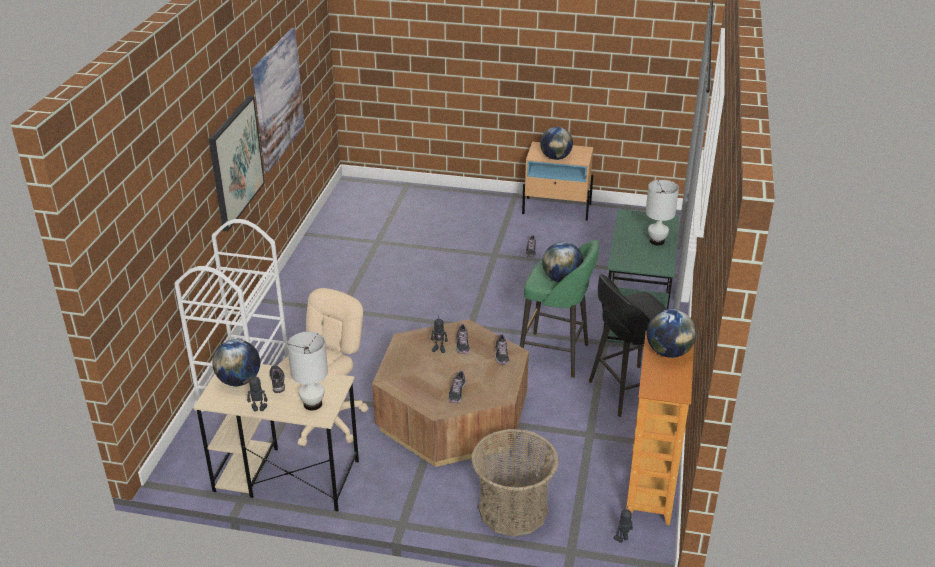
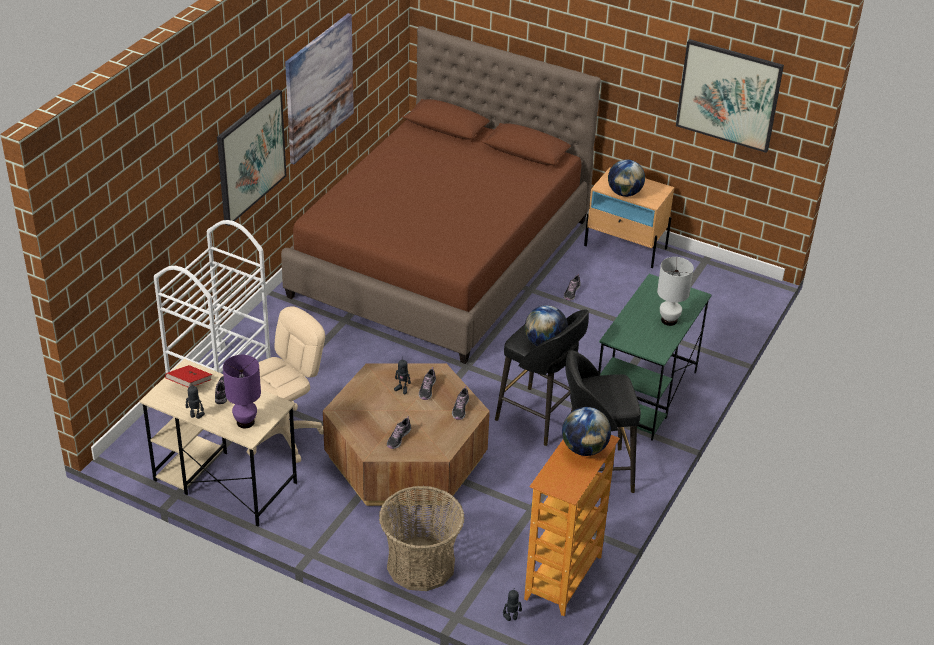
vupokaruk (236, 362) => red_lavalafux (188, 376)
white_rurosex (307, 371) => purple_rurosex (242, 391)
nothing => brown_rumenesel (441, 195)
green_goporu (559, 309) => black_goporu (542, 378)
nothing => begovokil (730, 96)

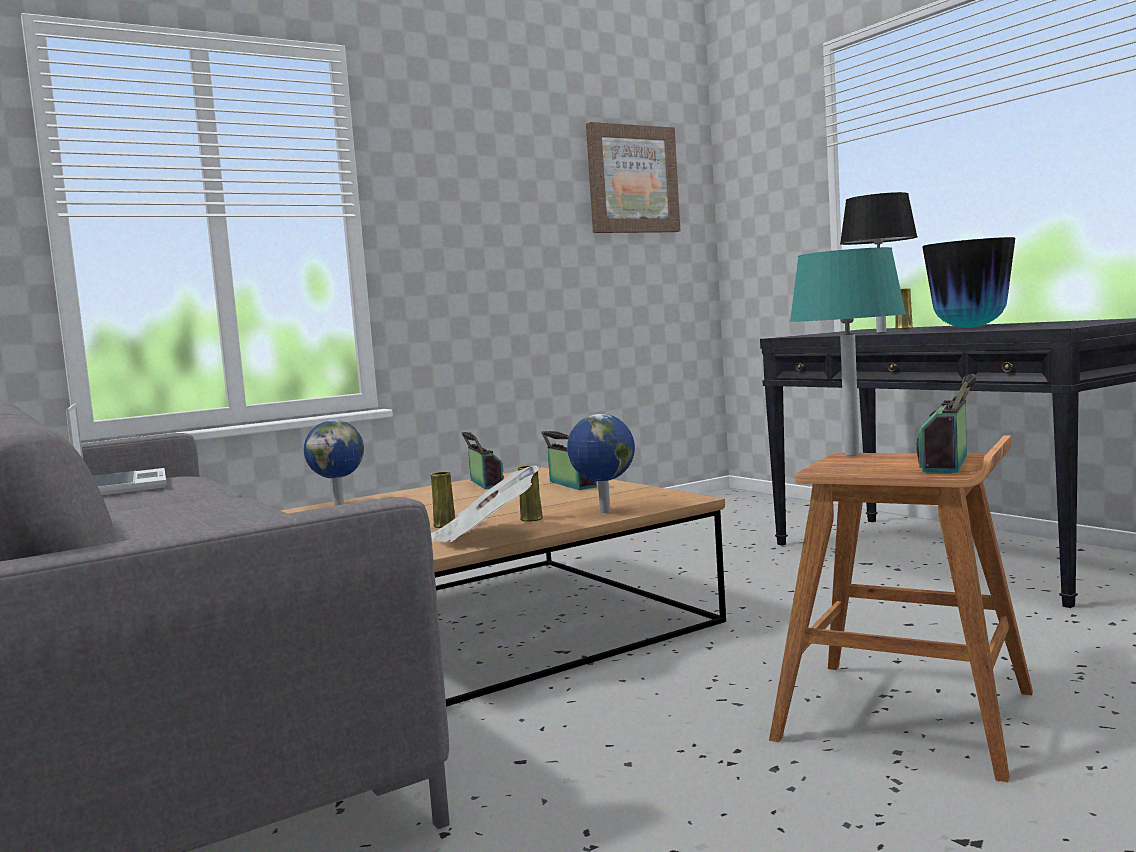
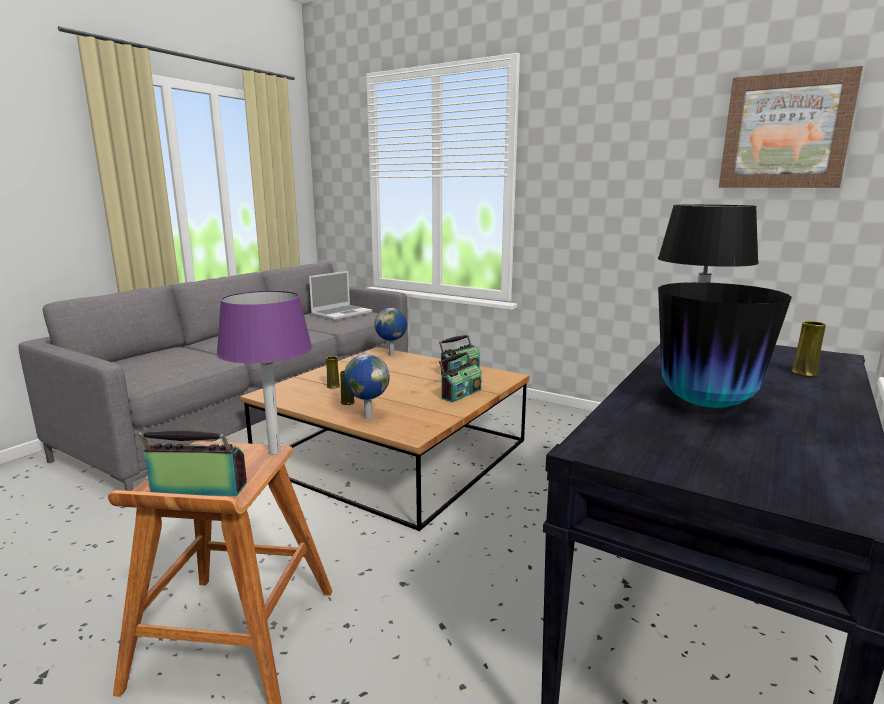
turquoise_rurosex (847, 351) => purple_rurosex (264, 373)
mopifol (485, 504) => nothing

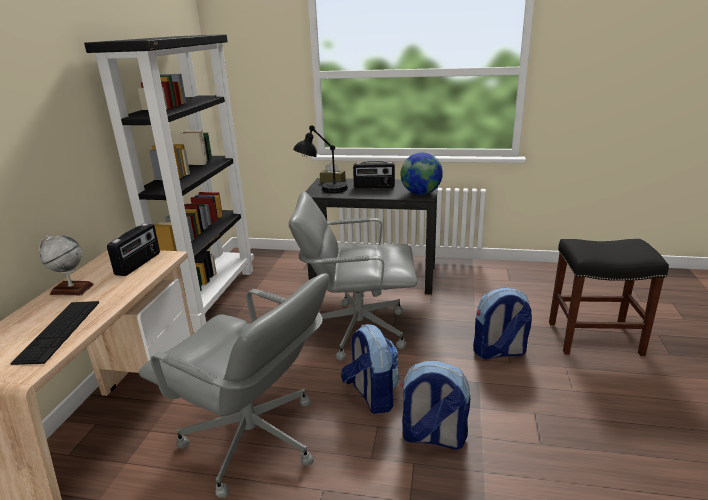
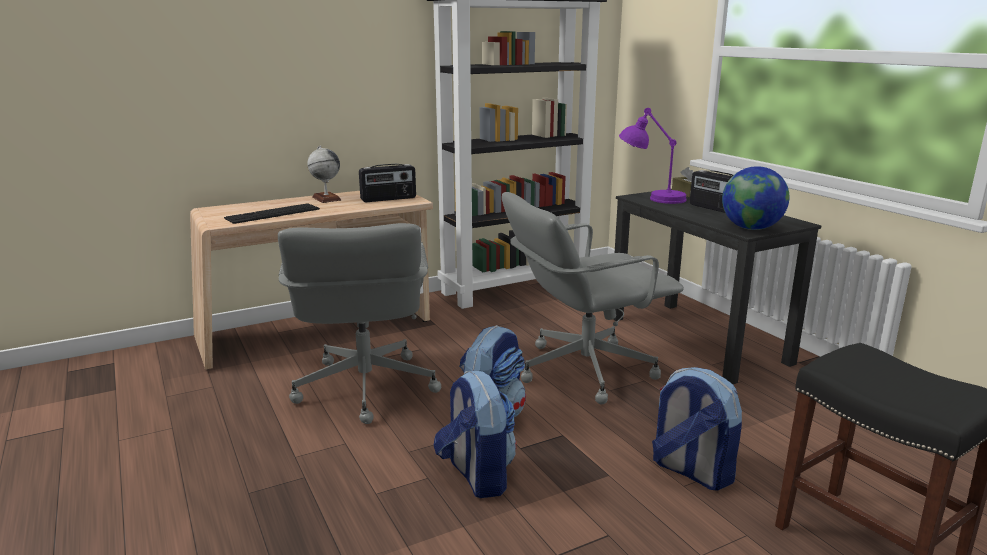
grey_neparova (353, 276) => grey_neparova (593, 298), 75 degrees counterclockwise
black_rurosex (320, 159) => purple_rurosex (653, 156)

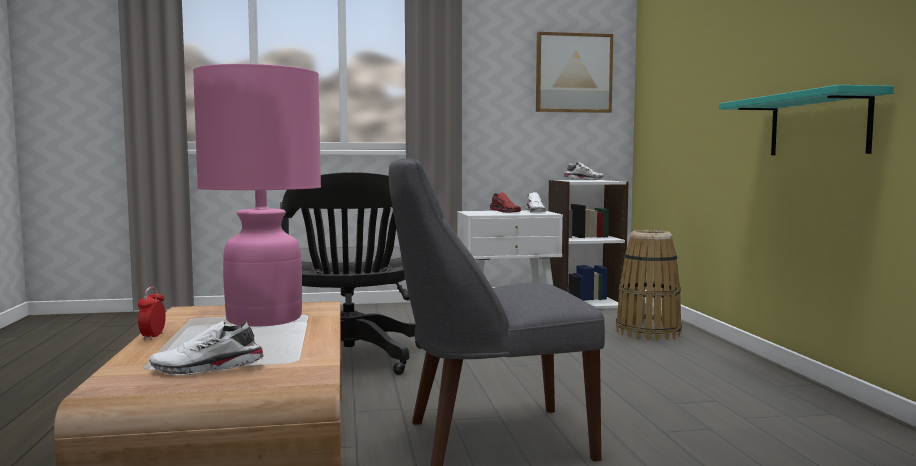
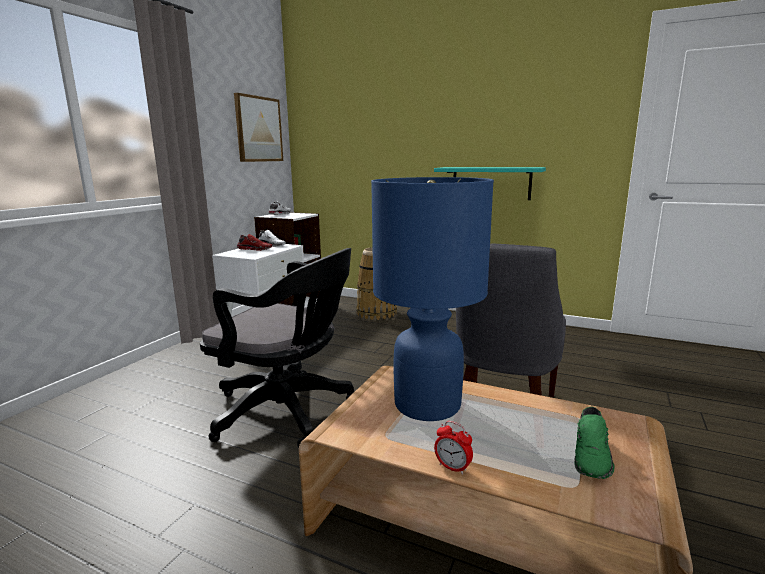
pink_rurosex (257, 195) => blue_rurosex (432, 299)
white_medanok (207, 348) => green_medanok (594, 443)

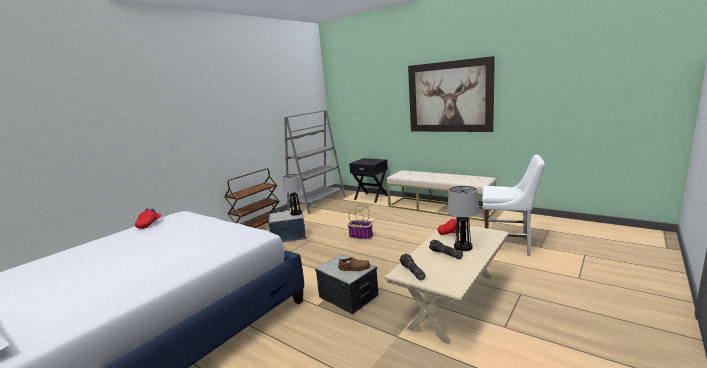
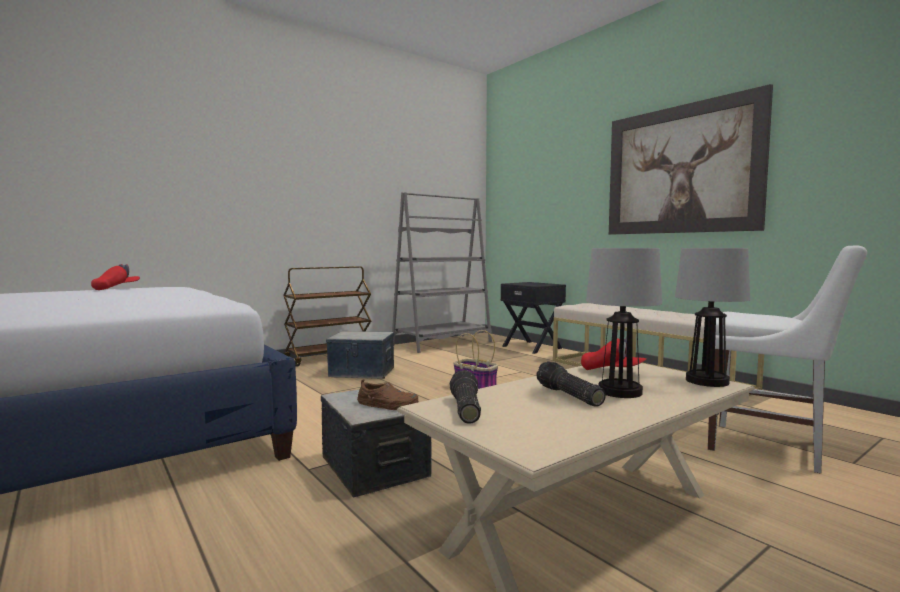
rurosex (292, 195) => rurosex (712, 317), move

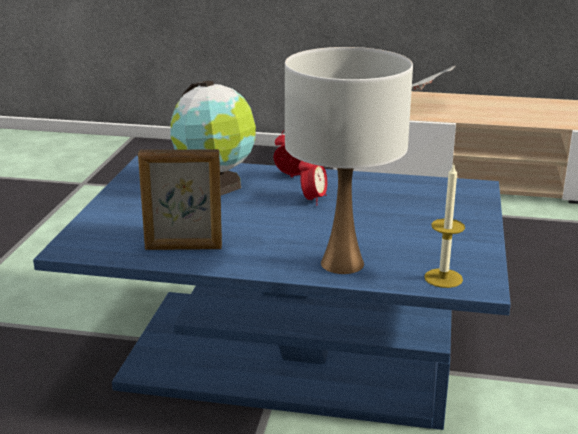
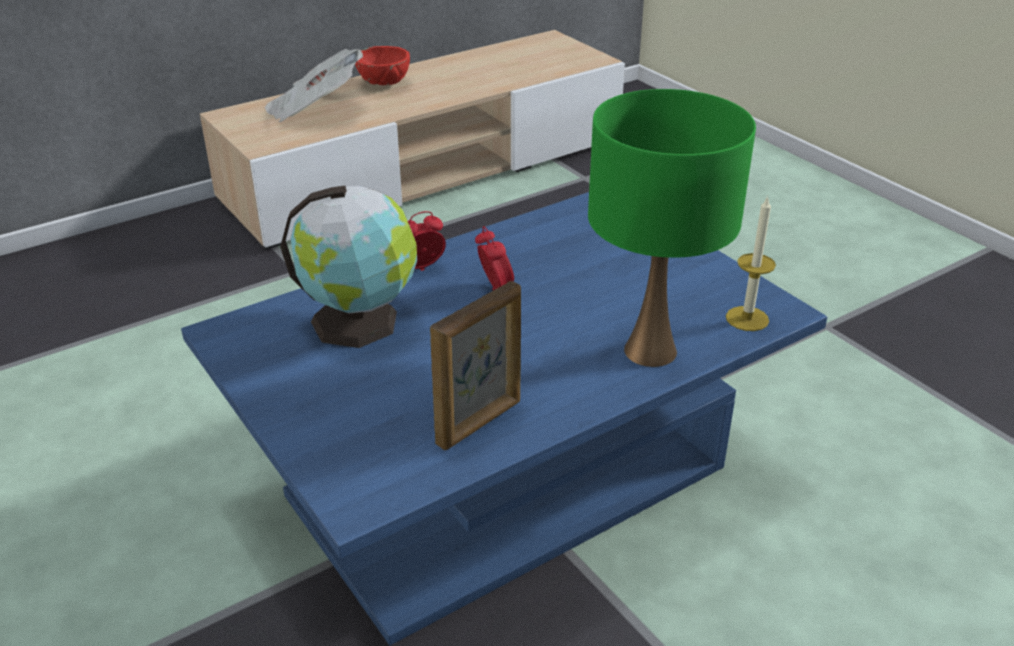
nothing => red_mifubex (382, 65)
white_rurosex (349, 160) => green_rurosex (672, 228)

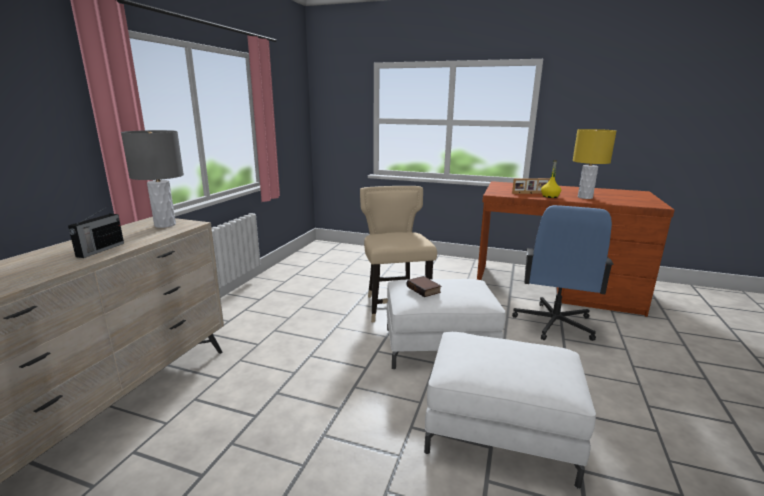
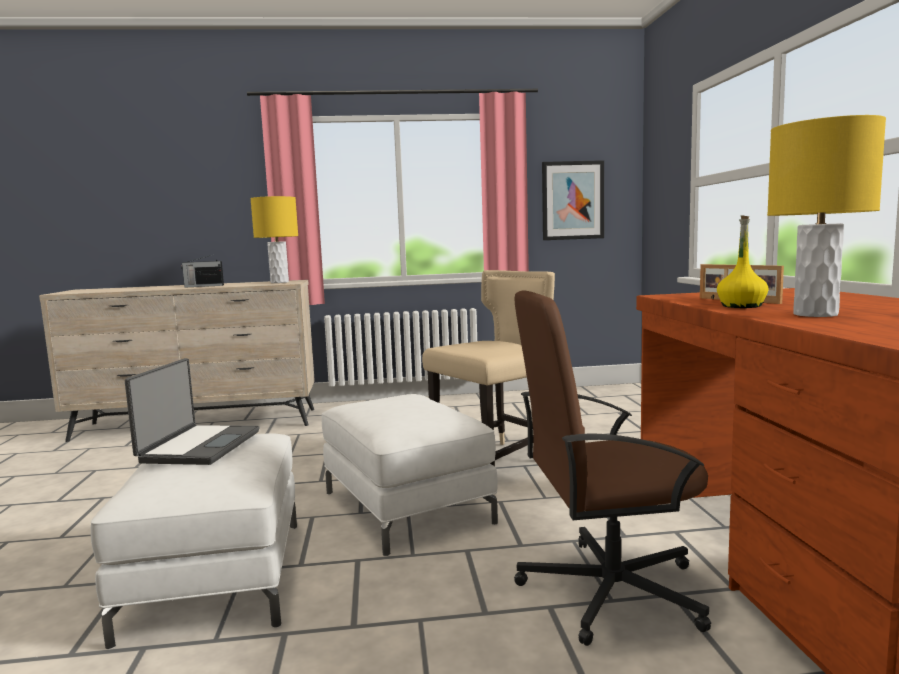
nothing => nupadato (192, 411)
grey_rurosex (152, 179) => yellow_rurosex (274, 239)
blue_neparova (562, 273) => brown_neparova (612, 468)
nothing => begovokil (573, 200)
lavalafux (424, 286) => nothing

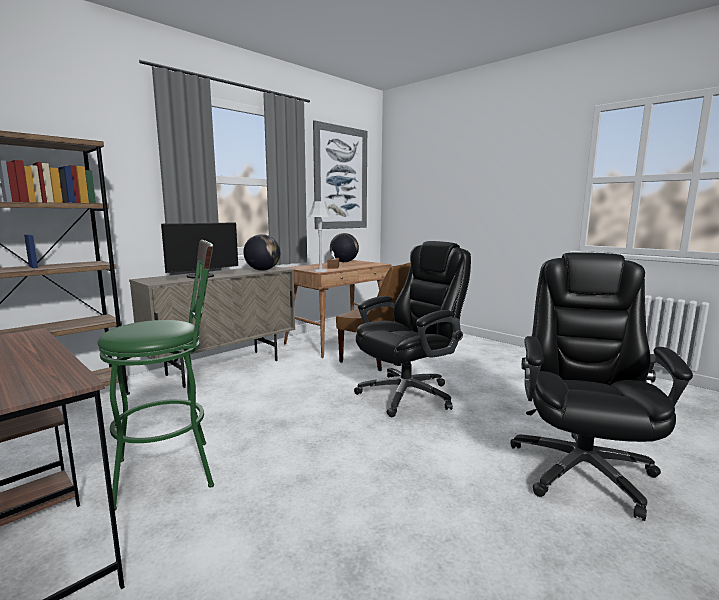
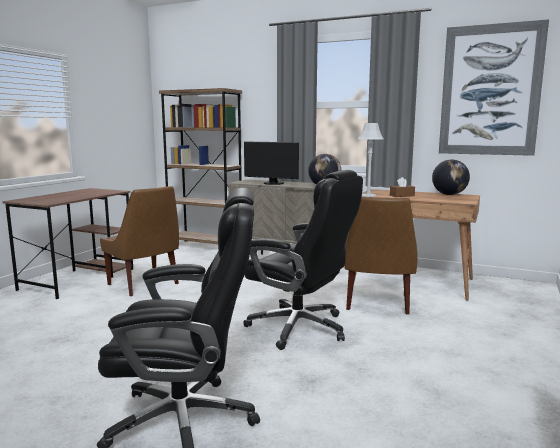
green_goporu (155, 375) => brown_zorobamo (139, 241)

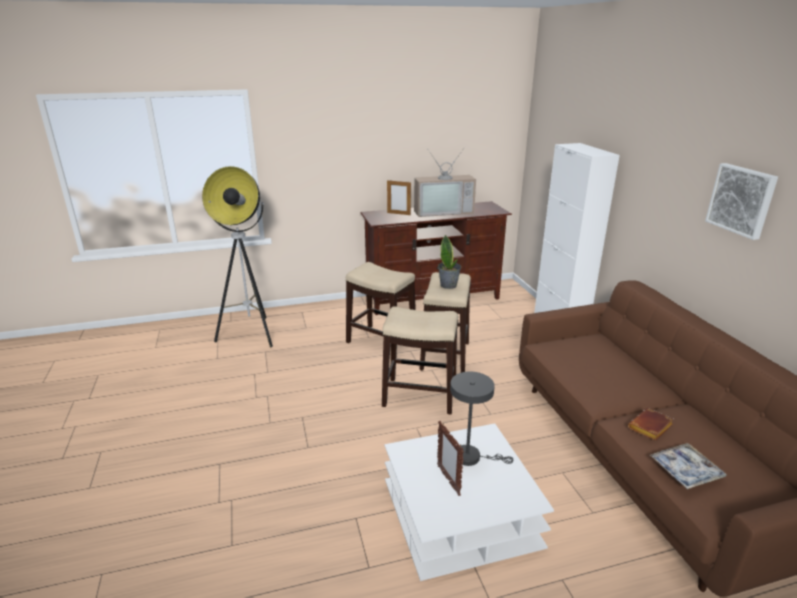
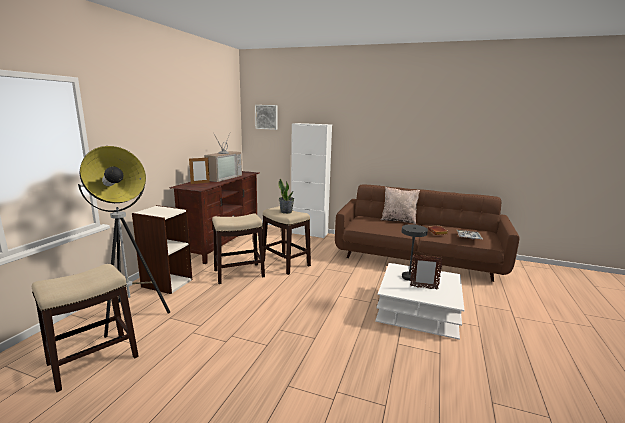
goporu (420, 360) => goporu (85, 328), move
nothing => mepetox (162, 249)
begovokil (741, 201) => begovokil (266, 117), move
nothing => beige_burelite (400, 205)

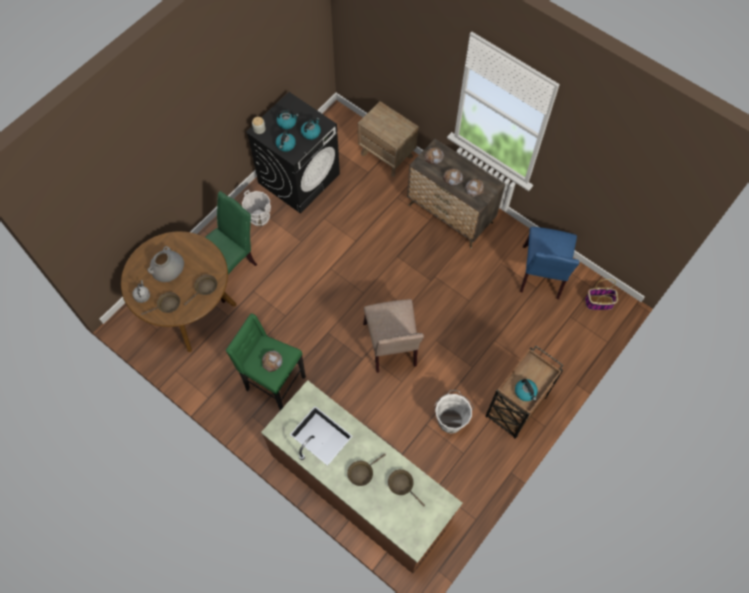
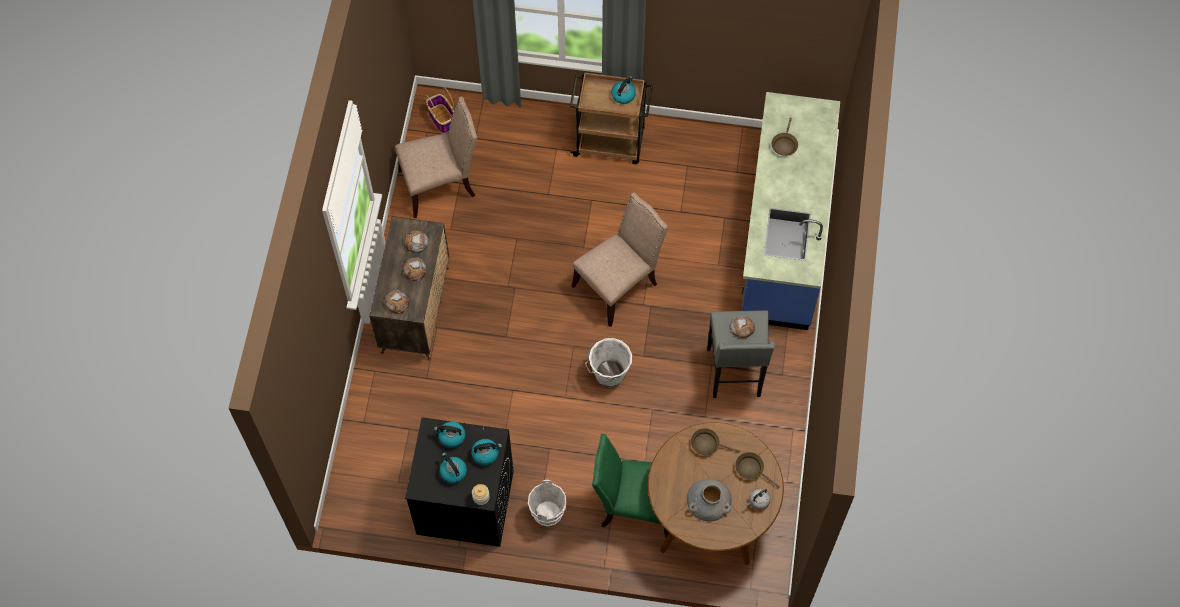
blue_zorobamo (549, 263) => beige_zorobamo (436, 157)
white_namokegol (454, 412) => white_namokegol (608, 362), move
green_goporu (266, 361) => grey_goporu (741, 354)
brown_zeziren (361, 477) => blue_zeziren (791, 211)
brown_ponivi (366, 470) => nothing
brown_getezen (388, 139) => nothing

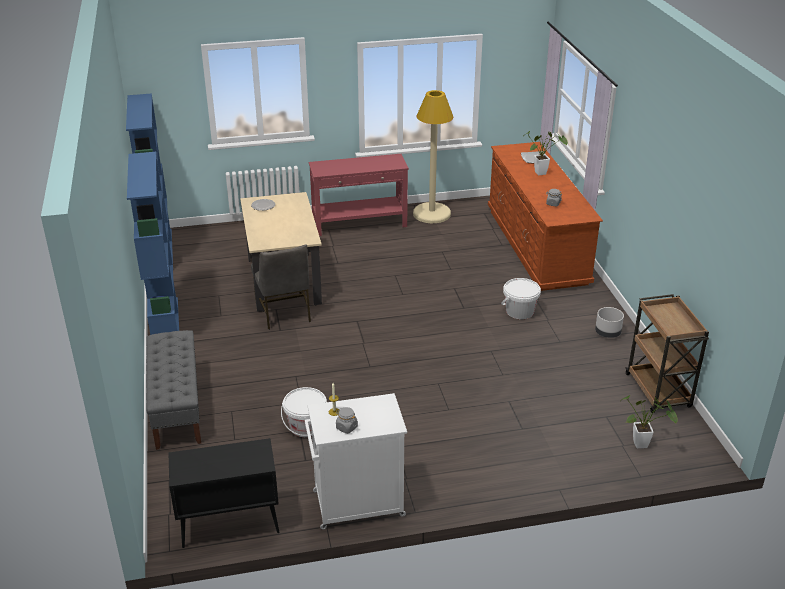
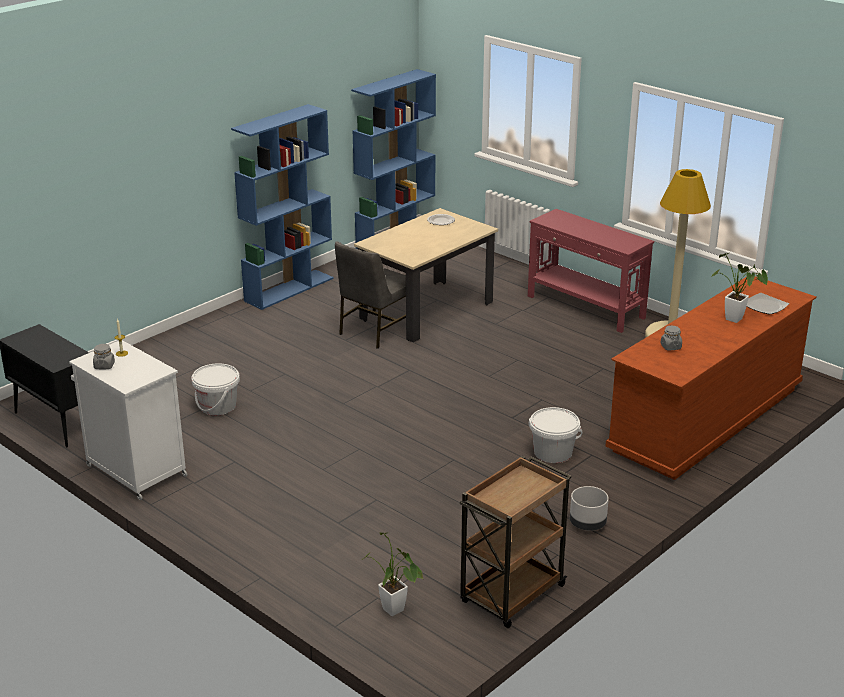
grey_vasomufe (173, 390) => nothing

